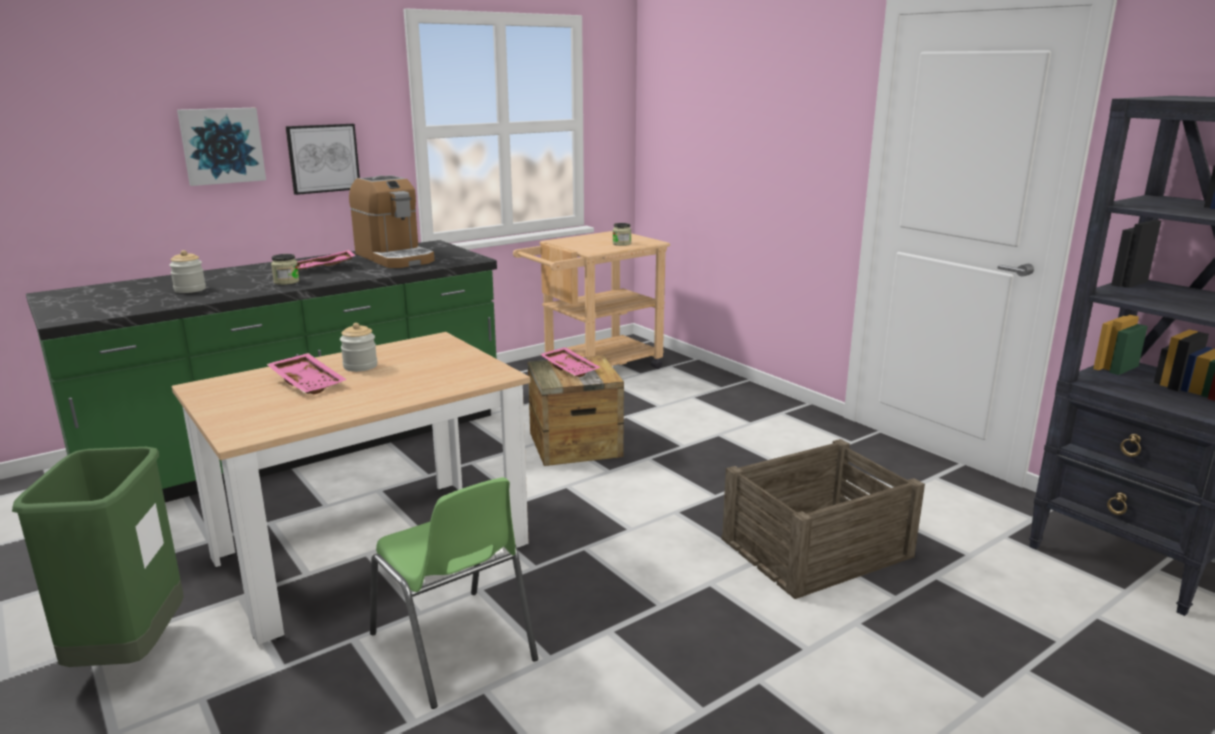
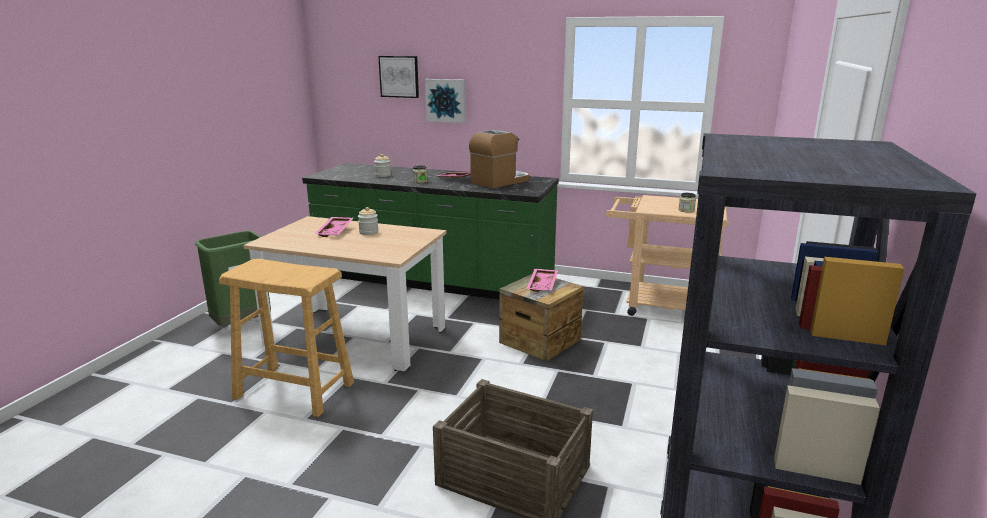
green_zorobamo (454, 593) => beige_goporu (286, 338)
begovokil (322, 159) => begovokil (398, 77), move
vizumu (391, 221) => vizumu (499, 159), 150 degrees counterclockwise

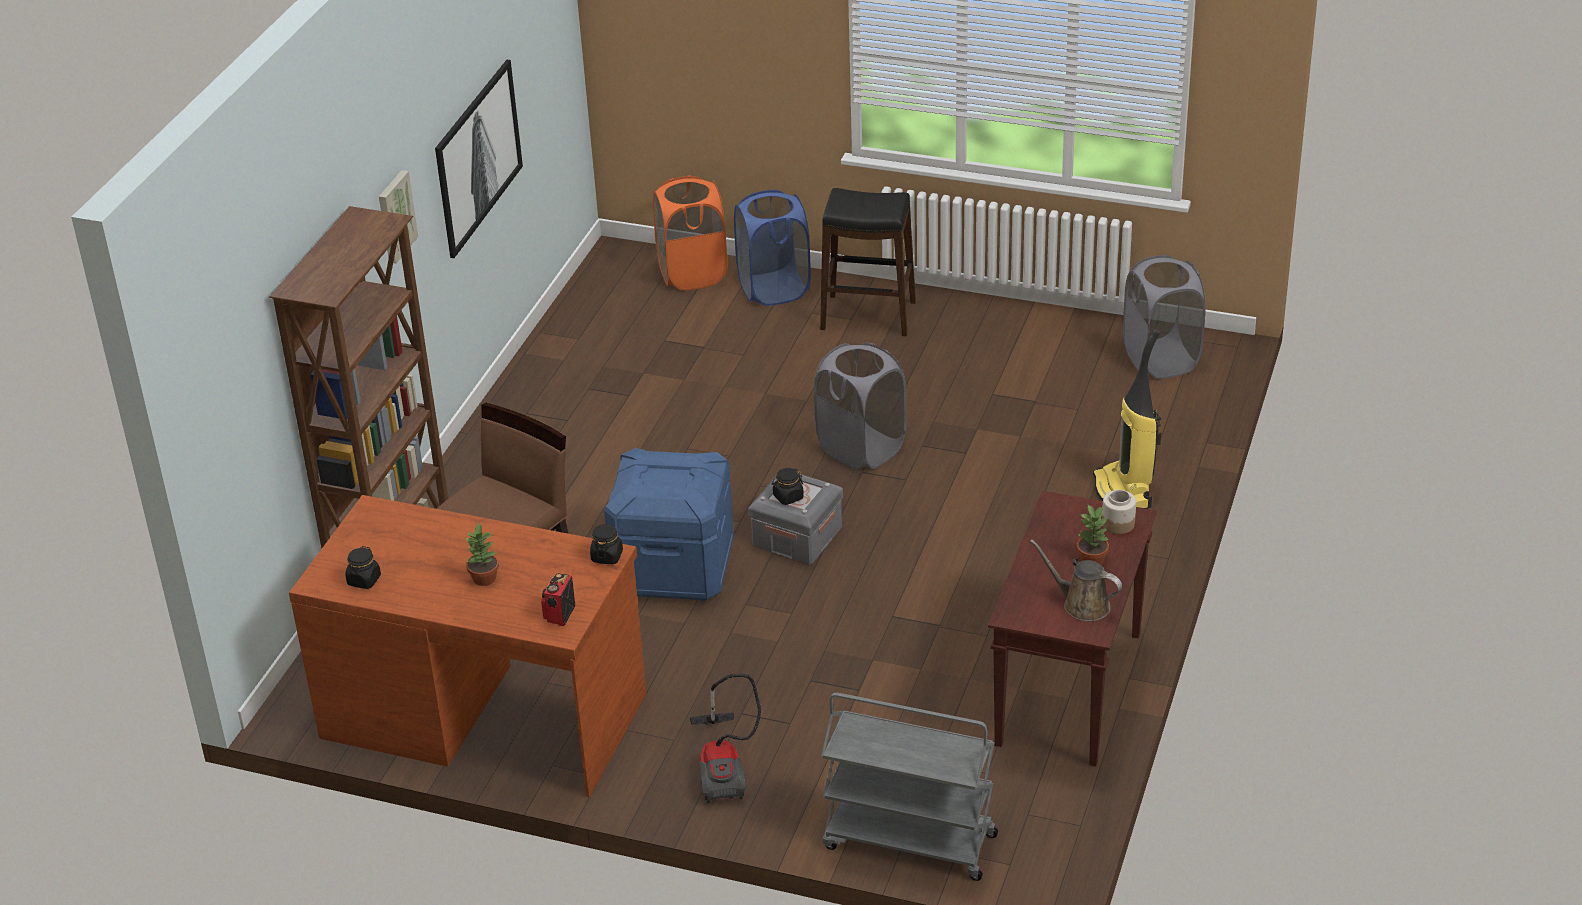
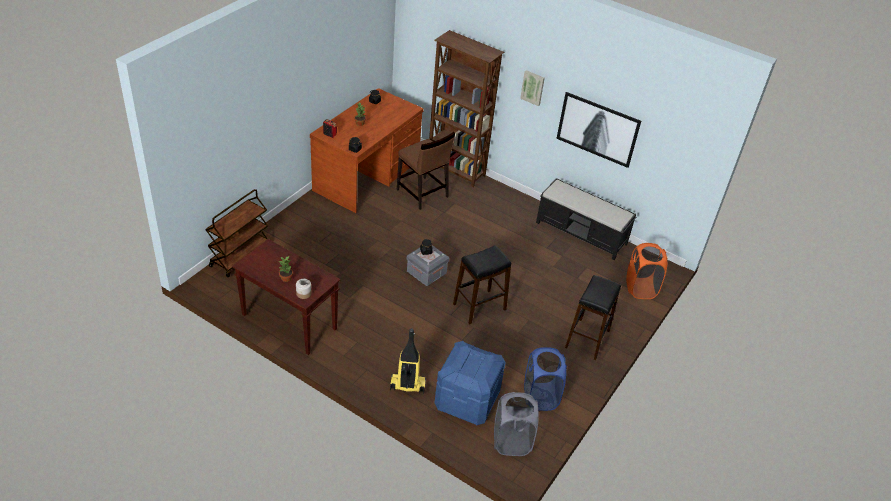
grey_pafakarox (909, 787) => brown_pafakarox (236, 233)
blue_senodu (669, 524) => blue_senodu (470, 383), move
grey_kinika (860, 406) => black_goporu (482, 285)
blue_kinika (772, 248) => blue_kinika (545, 379), move
nothing => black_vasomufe (586, 219)
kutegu (725, 738) => nothing
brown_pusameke (1076, 580) => nothing

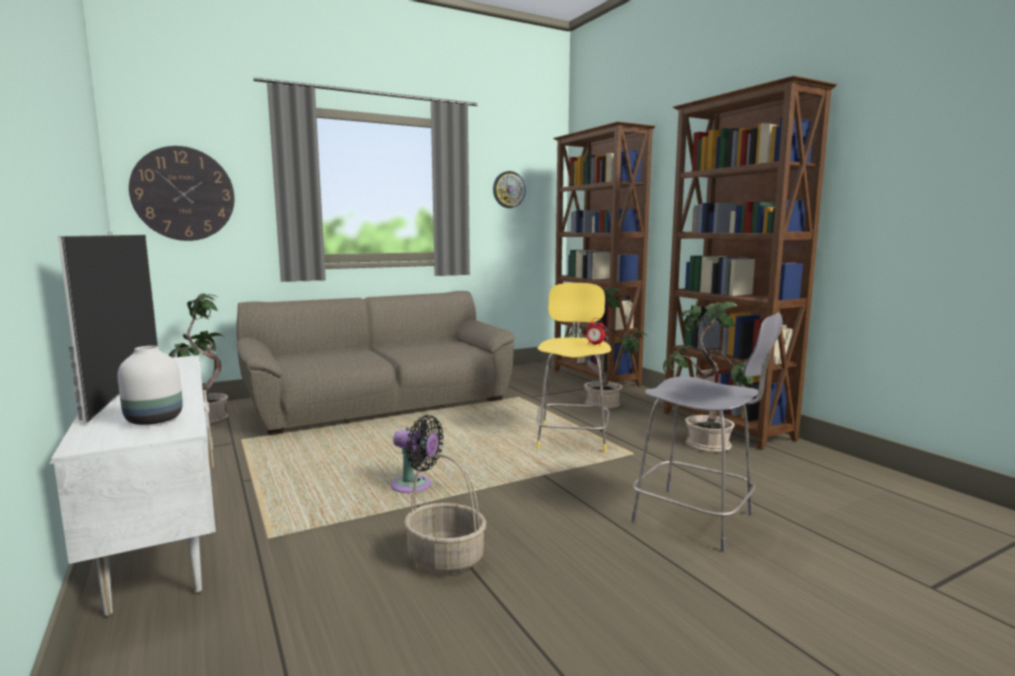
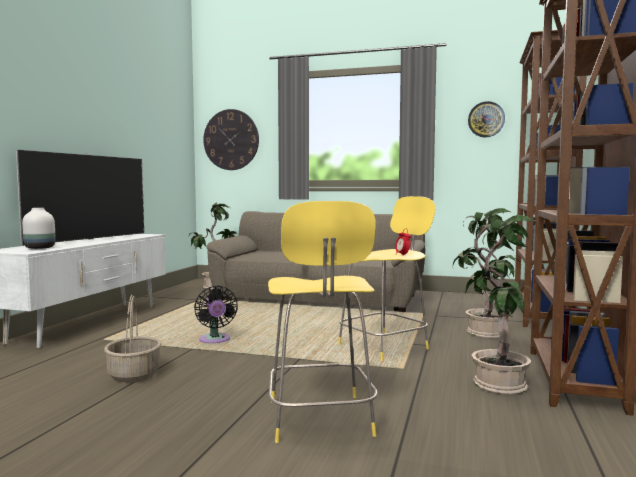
grey_goporu (707, 432) => yellow_goporu (323, 322)

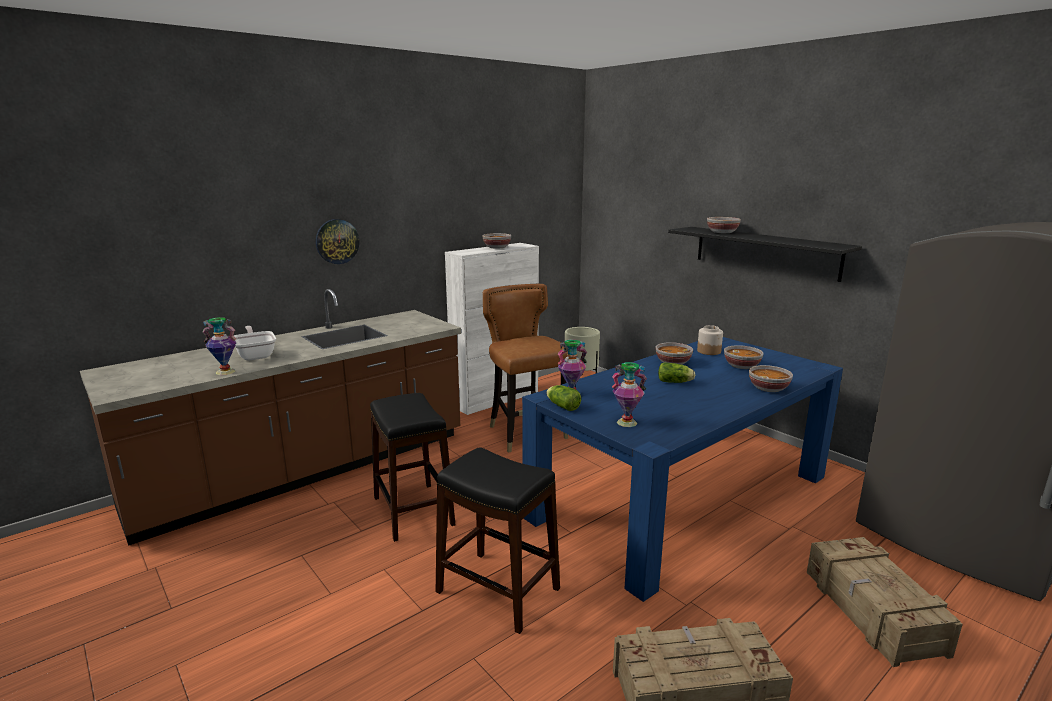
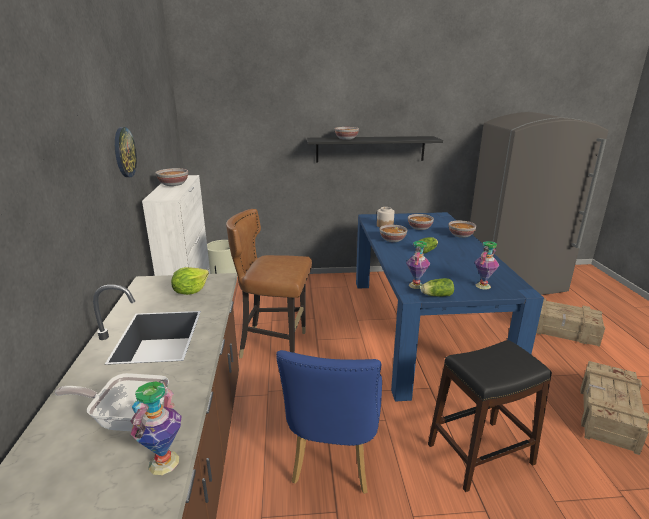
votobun (337, 241) => votobun (126, 152), move
nothing => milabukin (190, 281)
black_goporu (412, 467) => blue_zorobamo (329, 422)

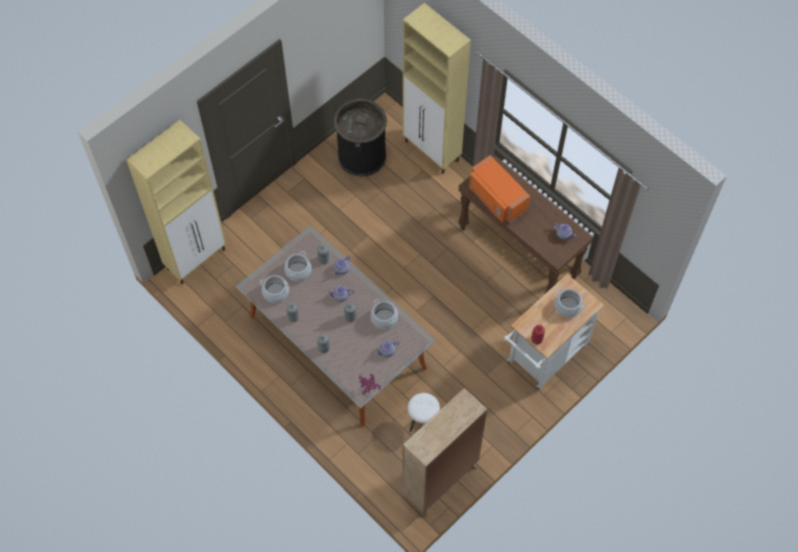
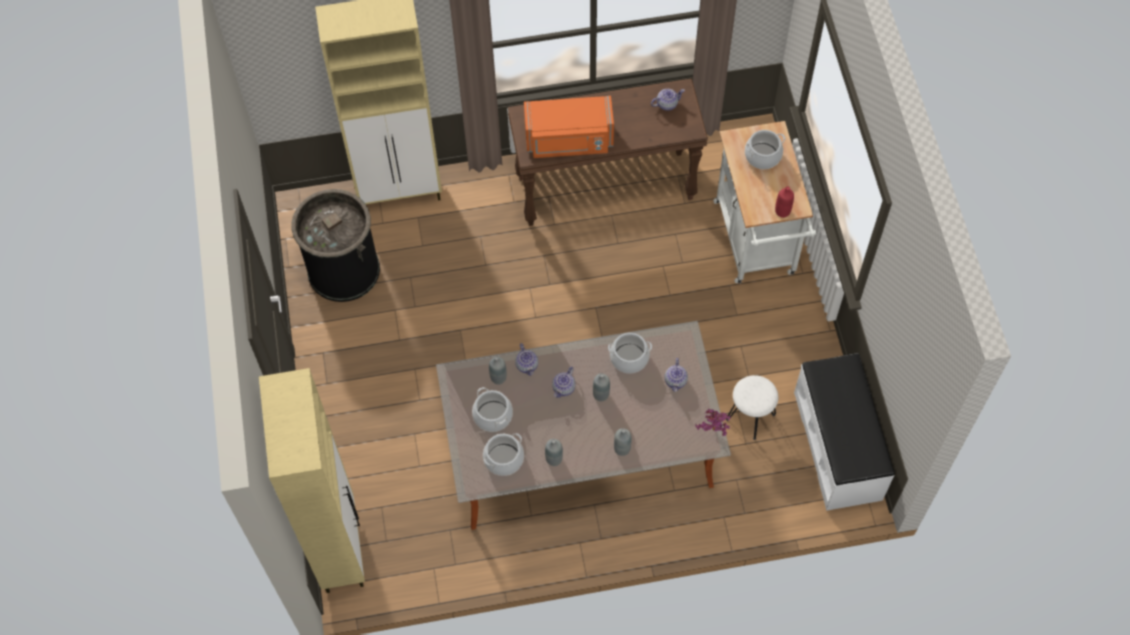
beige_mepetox (445, 452) => white_vasomufe (844, 432)

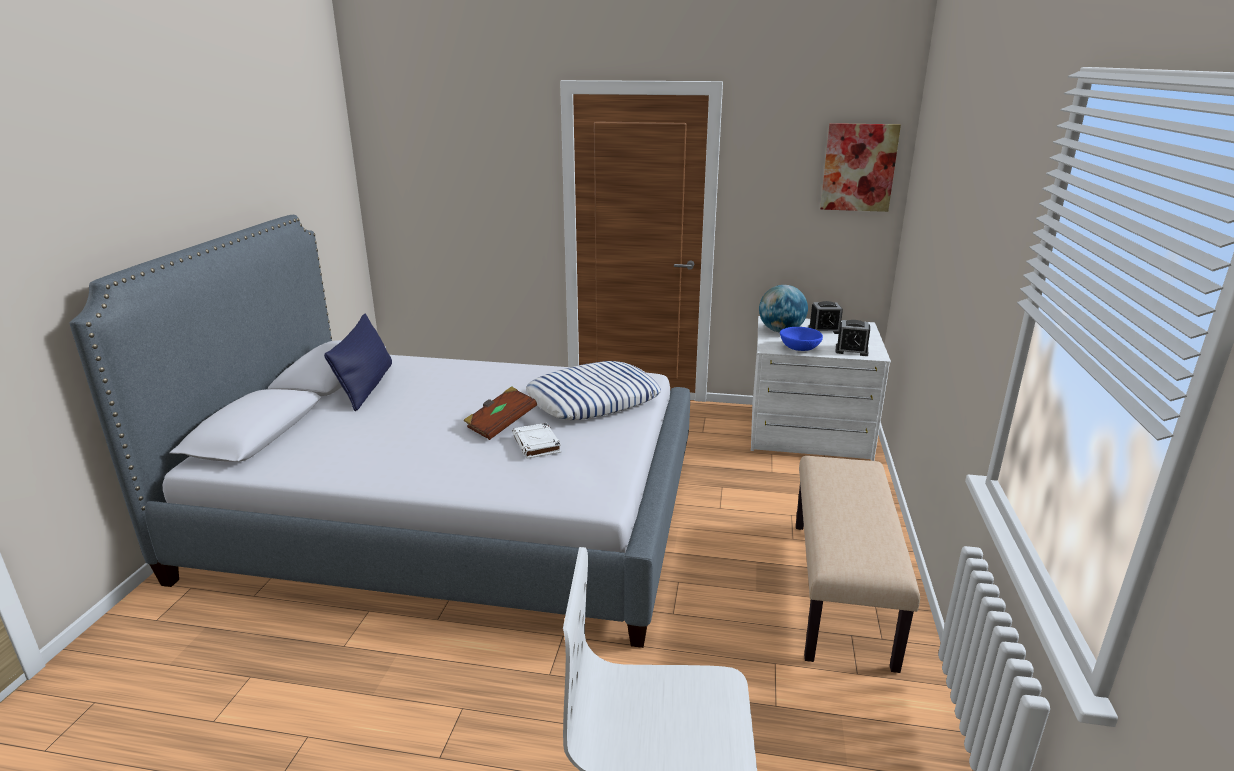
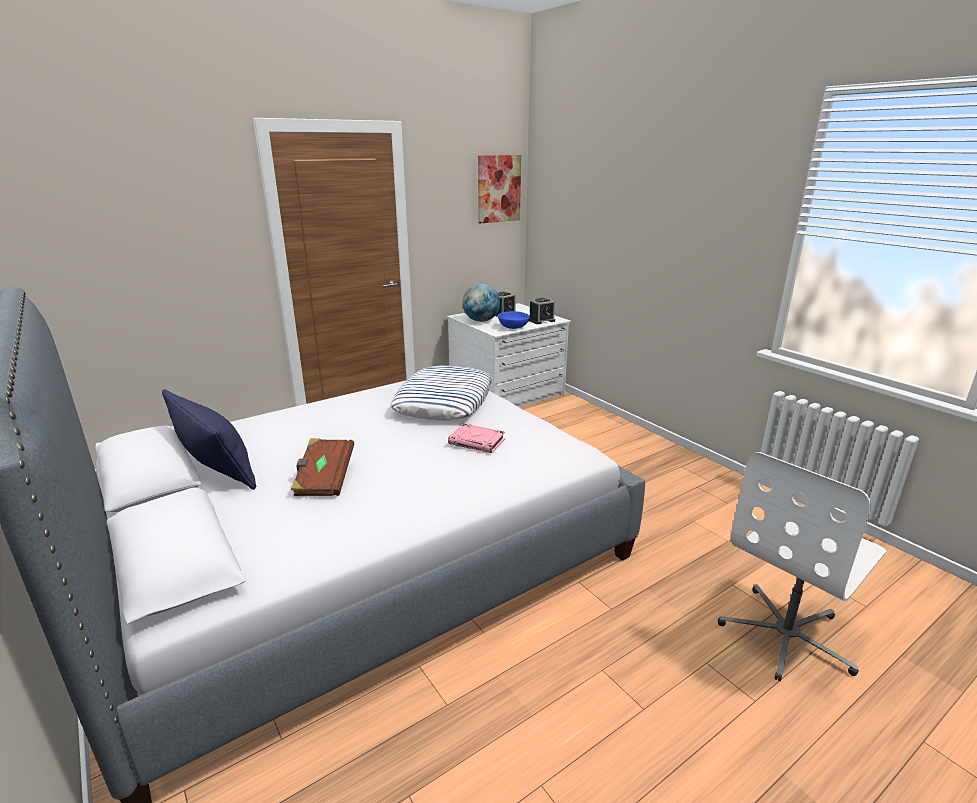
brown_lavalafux (500, 413) => brown_lavalafux (322, 467), move
white_lavalafux (536, 441) => pink_lavalafux (476, 438)
beige_vasomufe (858, 564) => nothing

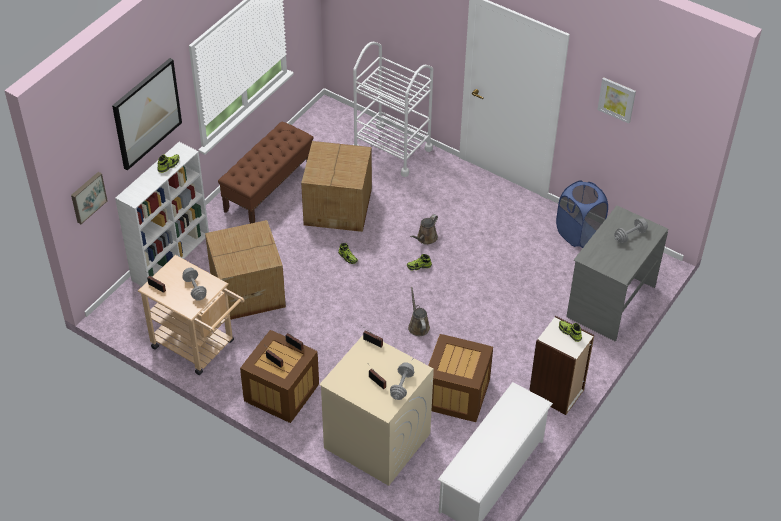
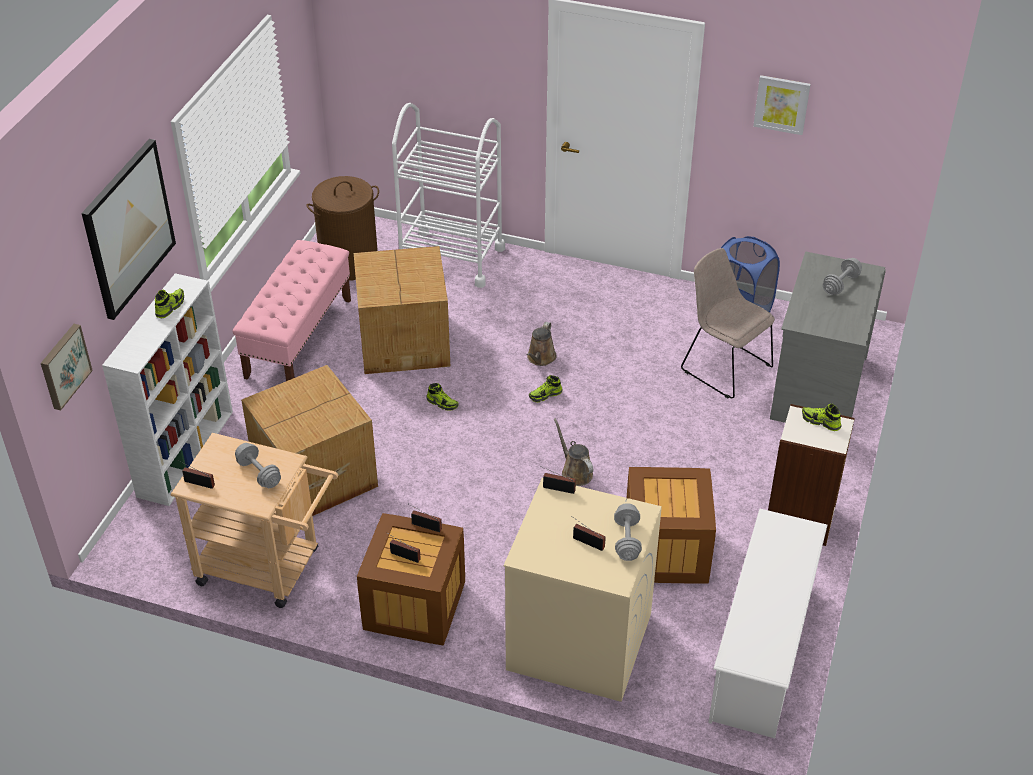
brown_vasomufe (266, 172) => pink_vasomufe (291, 310)
nothing => brown_kinika (343, 228)
nothing => beige_zorobamo (728, 323)

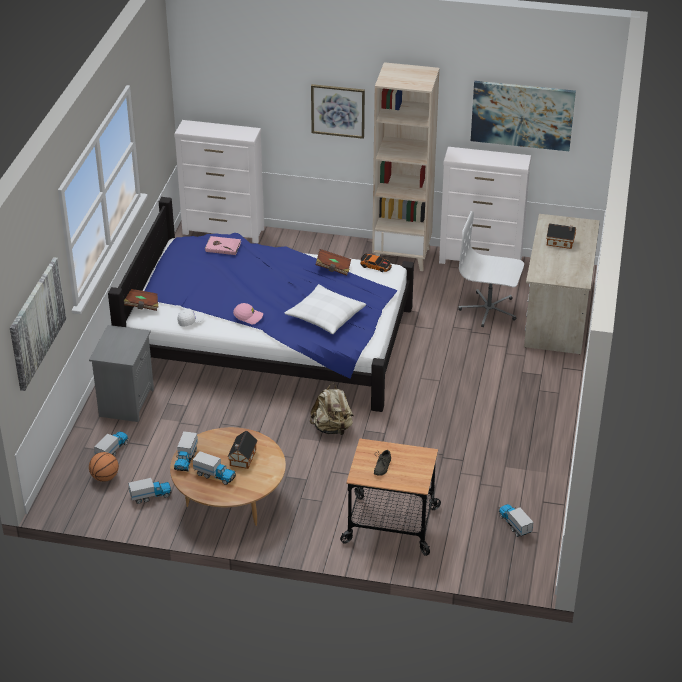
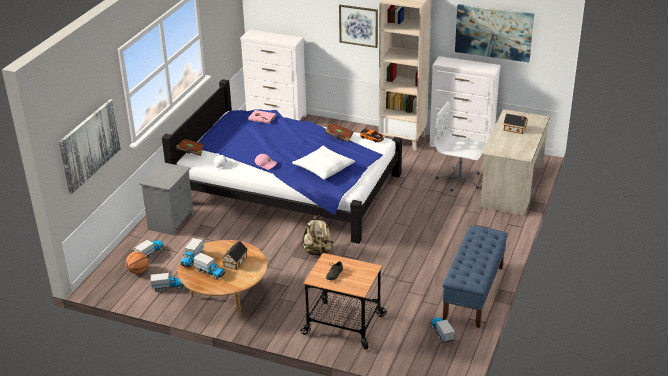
nothing => blue_vasomufe (475, 277)

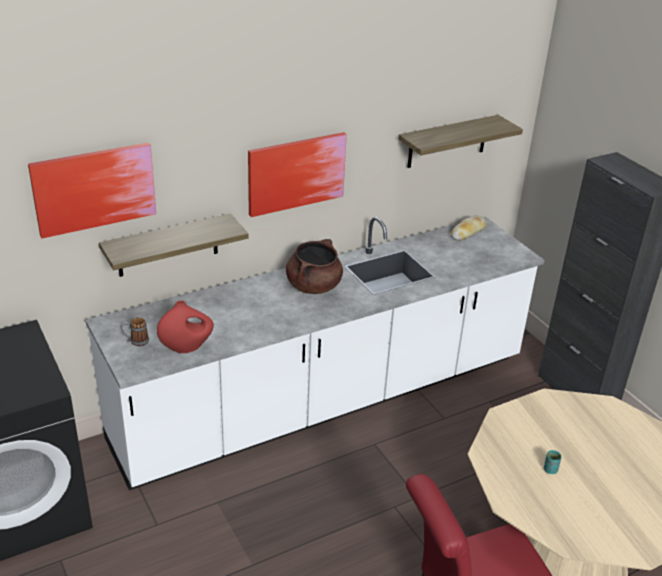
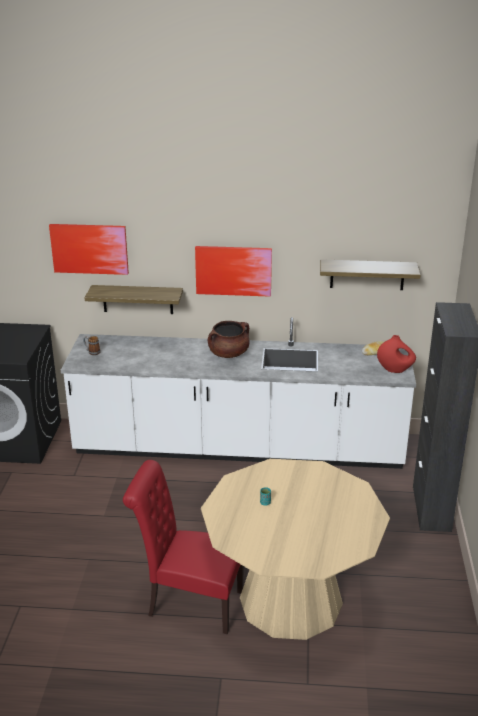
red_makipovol (185, 327) => red_makipovol (396, 354), move

